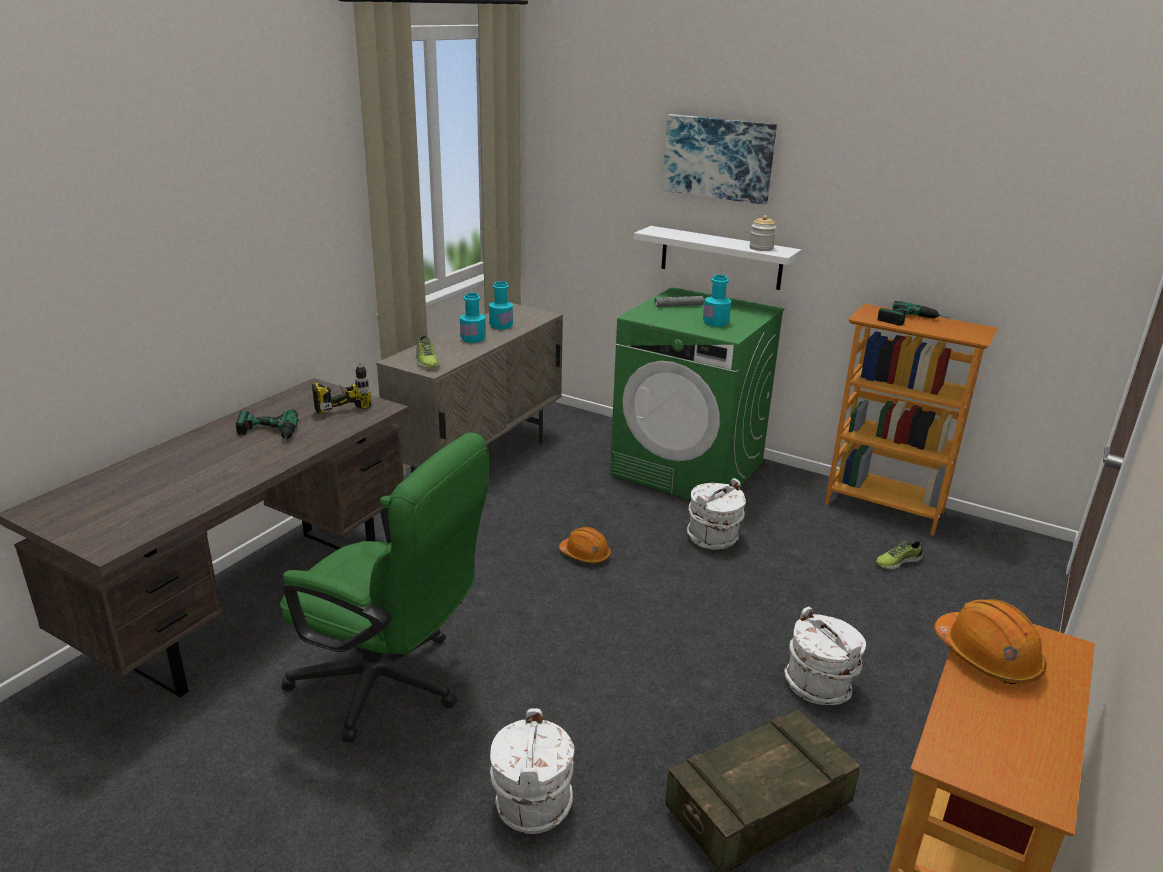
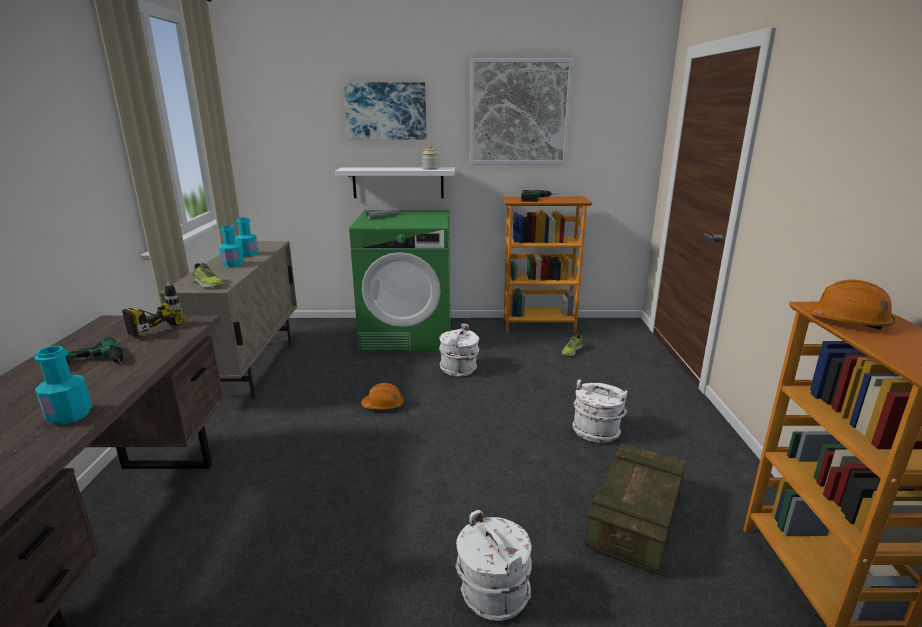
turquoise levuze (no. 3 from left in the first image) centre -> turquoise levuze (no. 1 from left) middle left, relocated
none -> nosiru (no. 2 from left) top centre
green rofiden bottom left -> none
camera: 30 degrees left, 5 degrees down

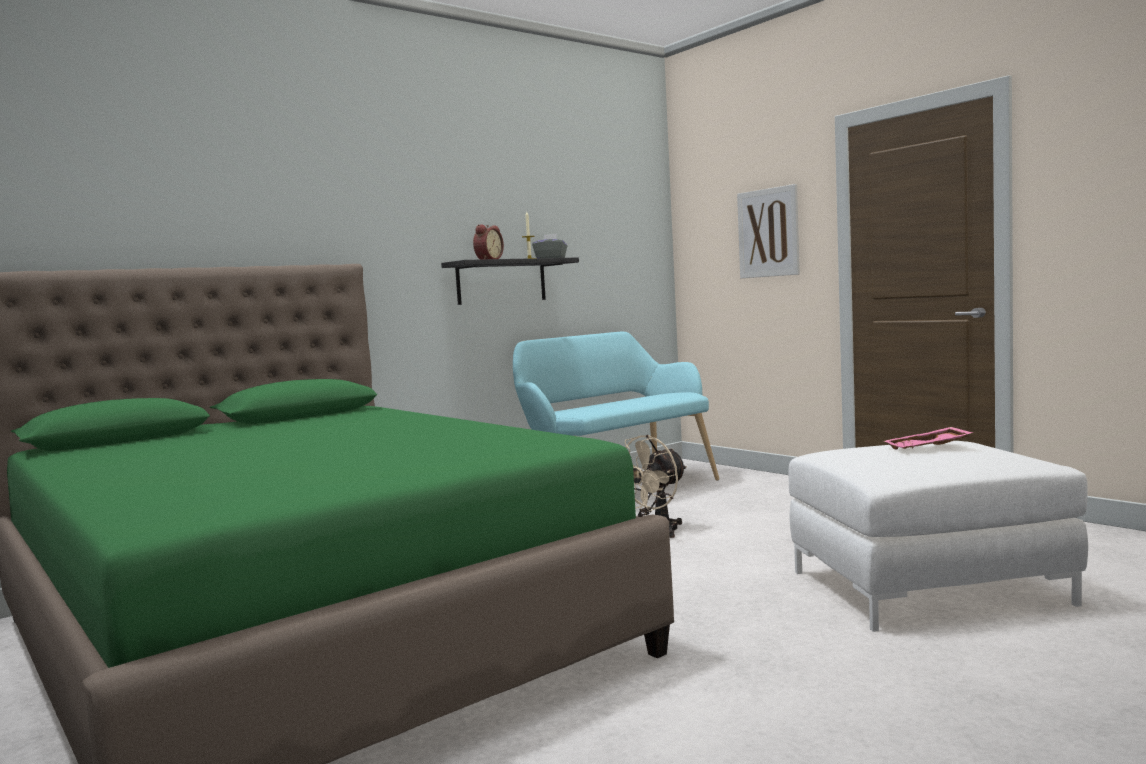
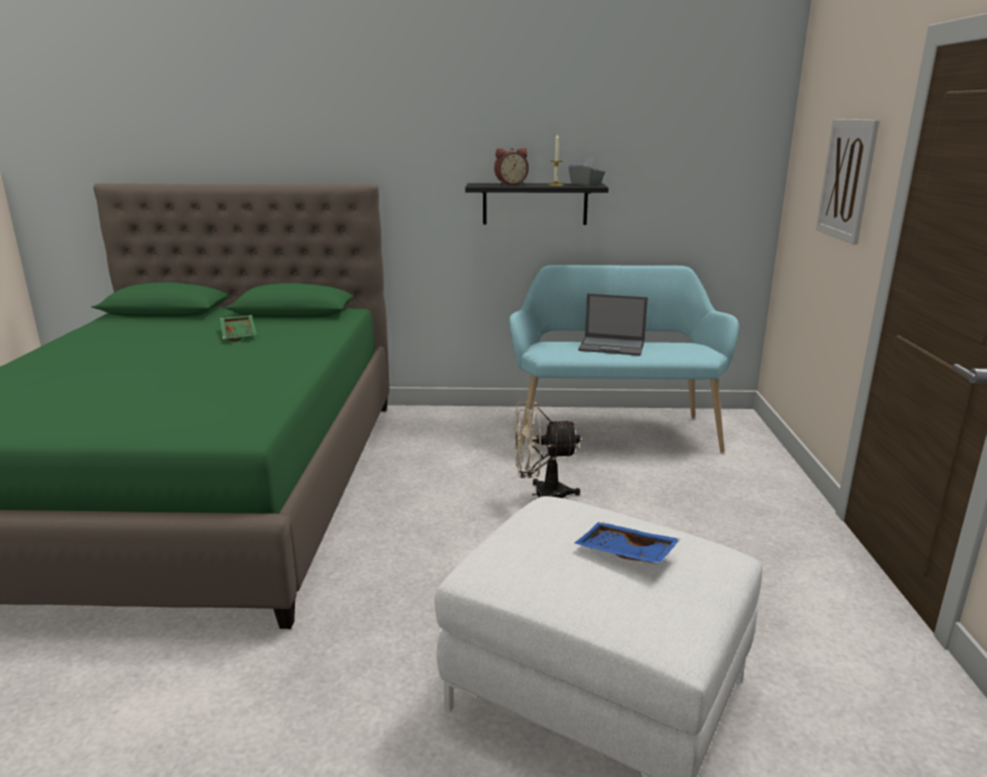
none -> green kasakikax middle left
pink kasakikax middle right -> blue kasakikax bottom centre
none -> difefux centre
camera: 40 degrees right, 15 degrees up

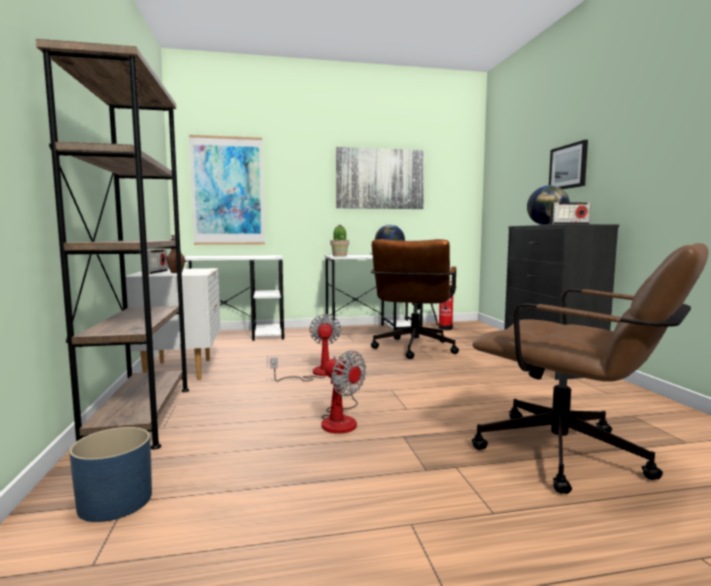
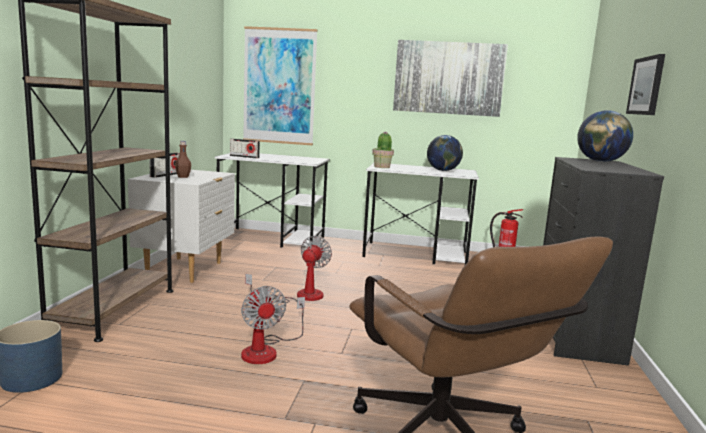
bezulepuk (no. 2 from left) middle right -> bezulepuk (no. 2 from left) centre, relocated
brown rofiden (no. 1 from left) centre -> none
camera: 20 degrees right, 5 degrees up

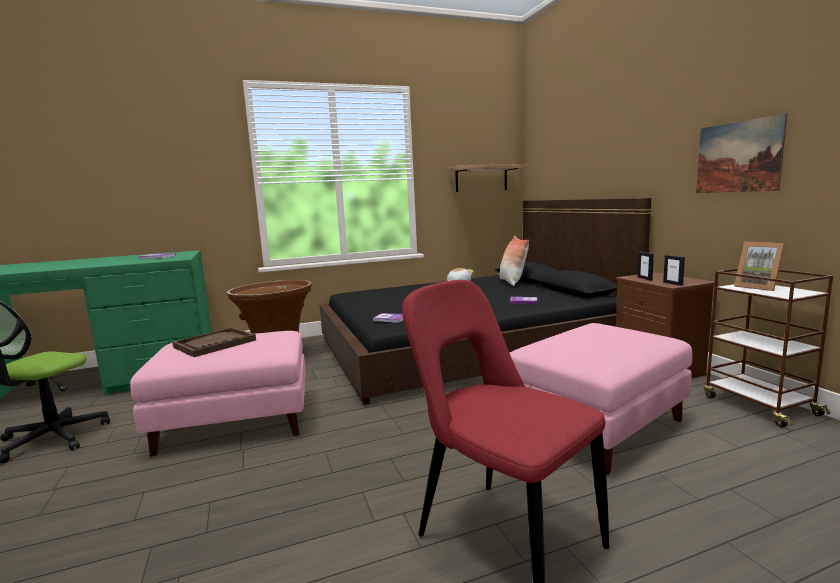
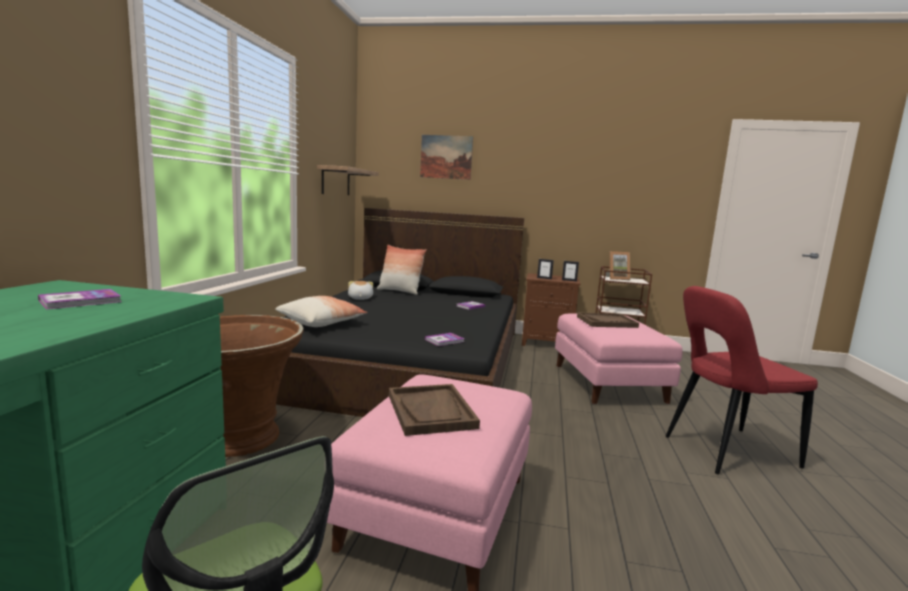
none -> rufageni (no. 1 from left) centre
nosiru top right -> nosiru top centre, relocated
none -> brown kasakikax (no. 2 from left) middle right
camera: 60 degrees left, 0 degrees up

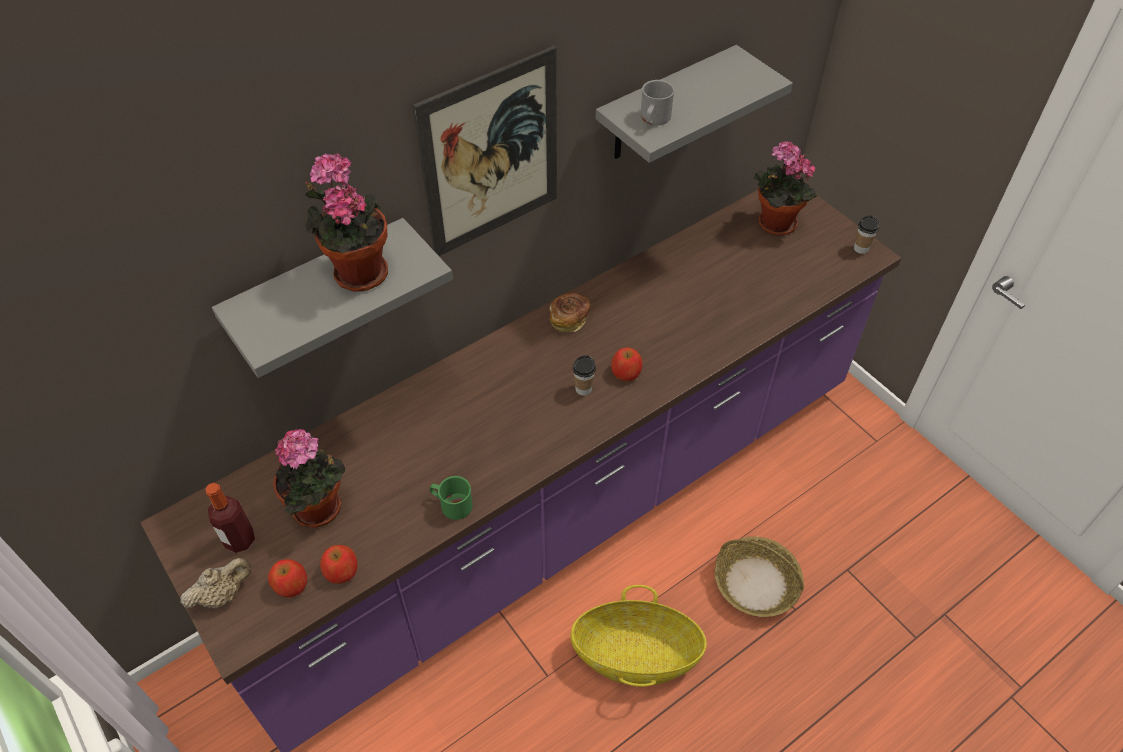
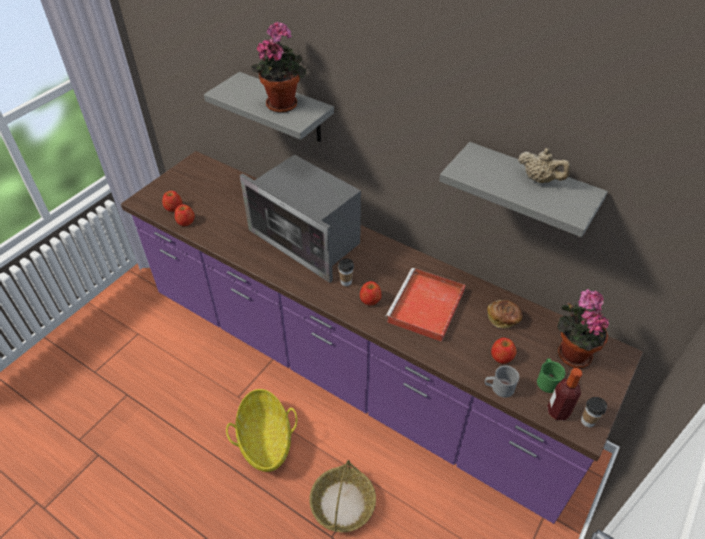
none -> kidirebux centre
none -> red kasakikax centre
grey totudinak top centre -> grey totudinak bottom right, relocated
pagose centre -> pagose middle right, relocated
none -> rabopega (no. 4 from left) middle right
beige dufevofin bottom left -> beige dufevofin top right, relocated
green totudinak centre -> green totudinak bottom right, relocated
levuze bottom left -> levuze bottom right, relocated
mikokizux (no. 1 from left) middle left -> none
nosiru top centre -> none
camera: 70 degrees right, 5 degrees down

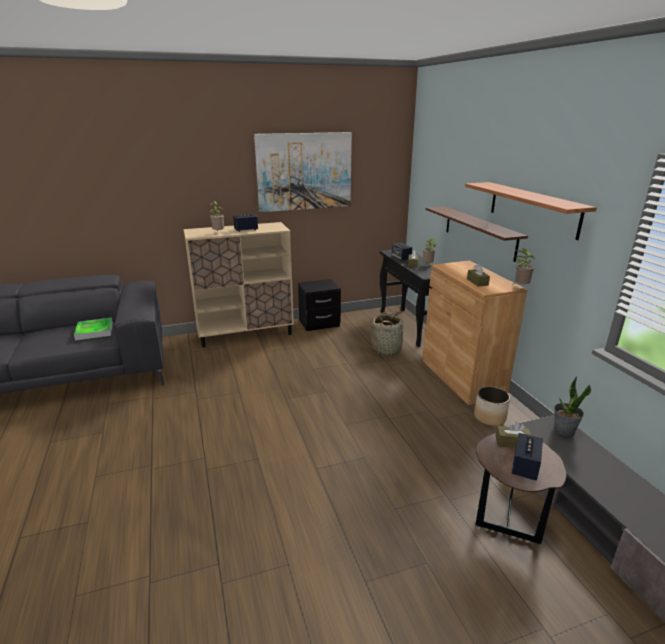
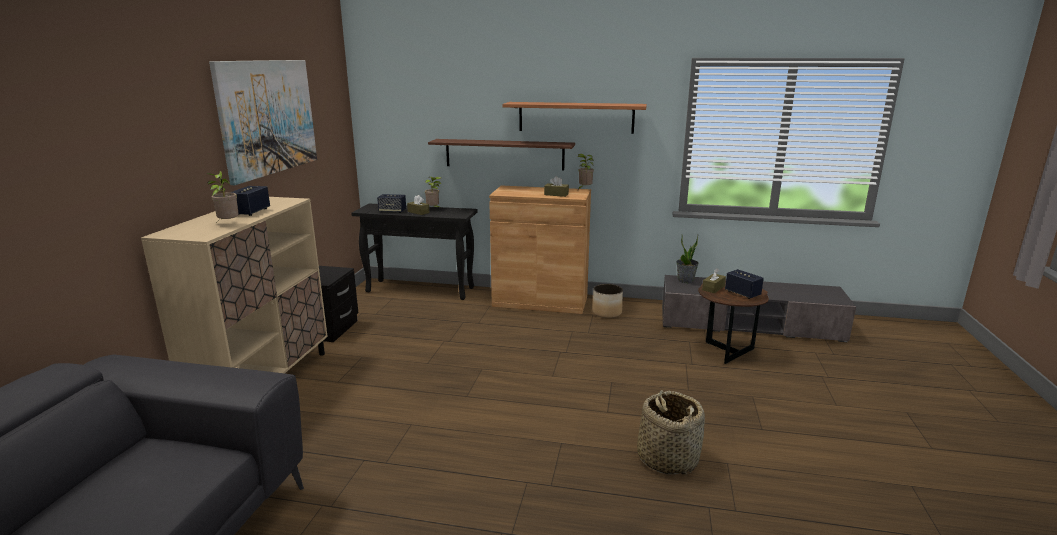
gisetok centre -> gisetok bottom centre, relocated
kasakikax middle left -> none
camera: 60 degrees left, 5 degrees down

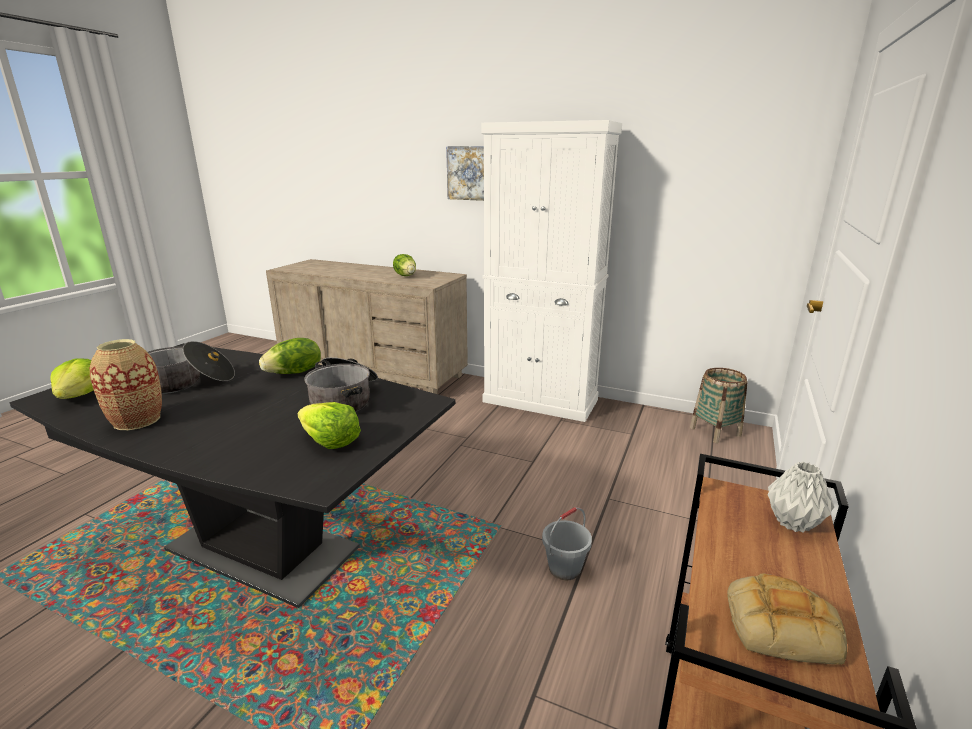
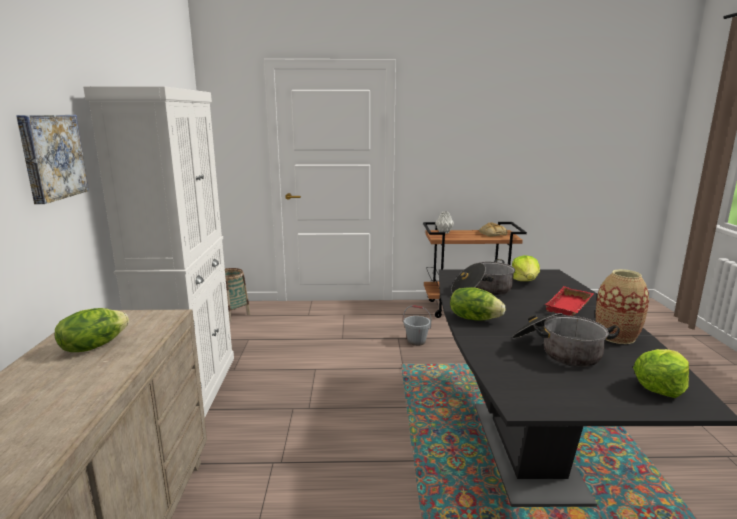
none -> red kasakikax middle right
camera: 115 degrees left, 5 degrees down

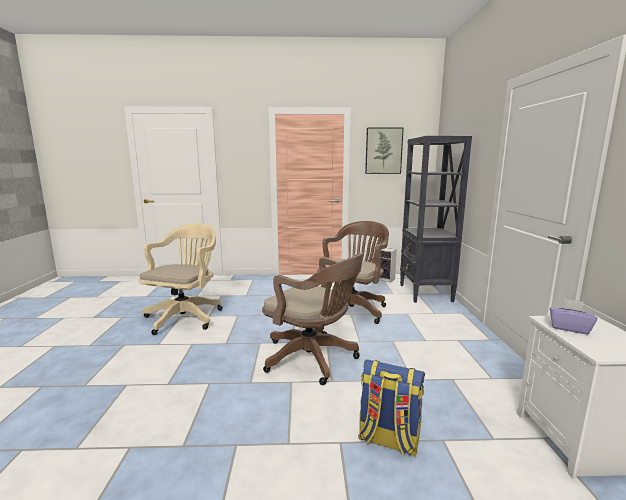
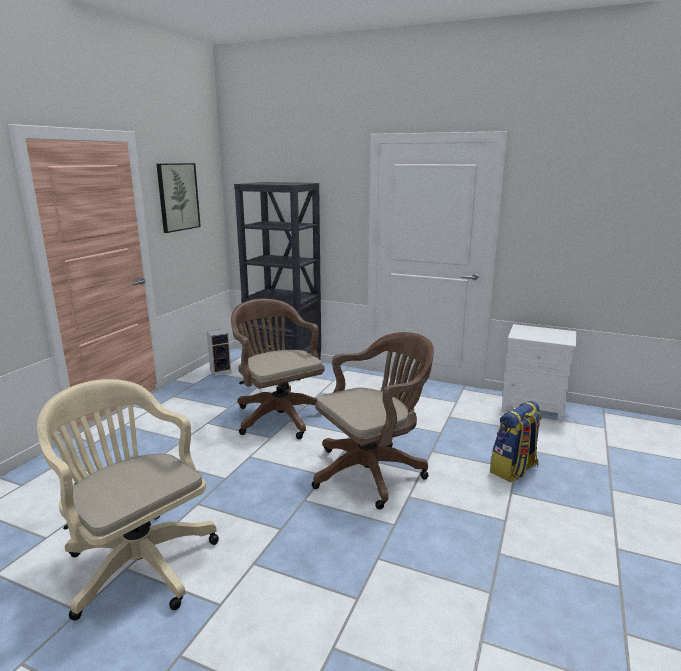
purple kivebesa middle right -> none
camera: 65 degrees left, 5 degrees up

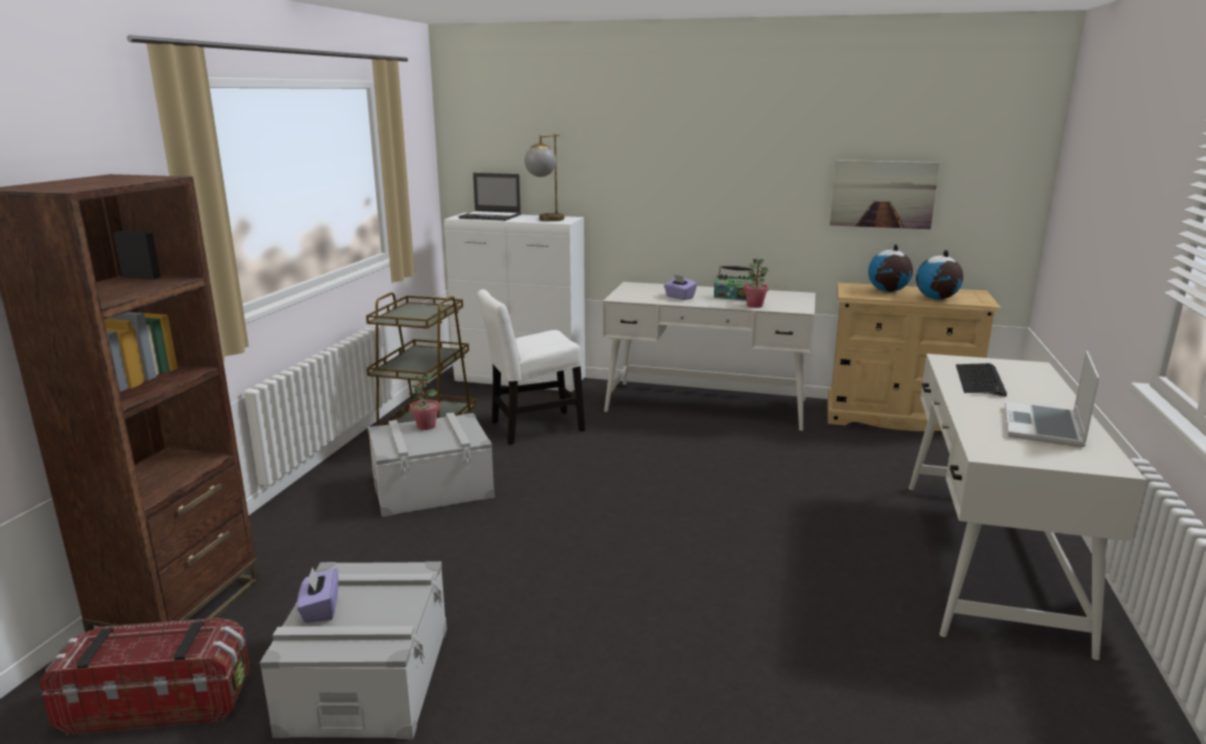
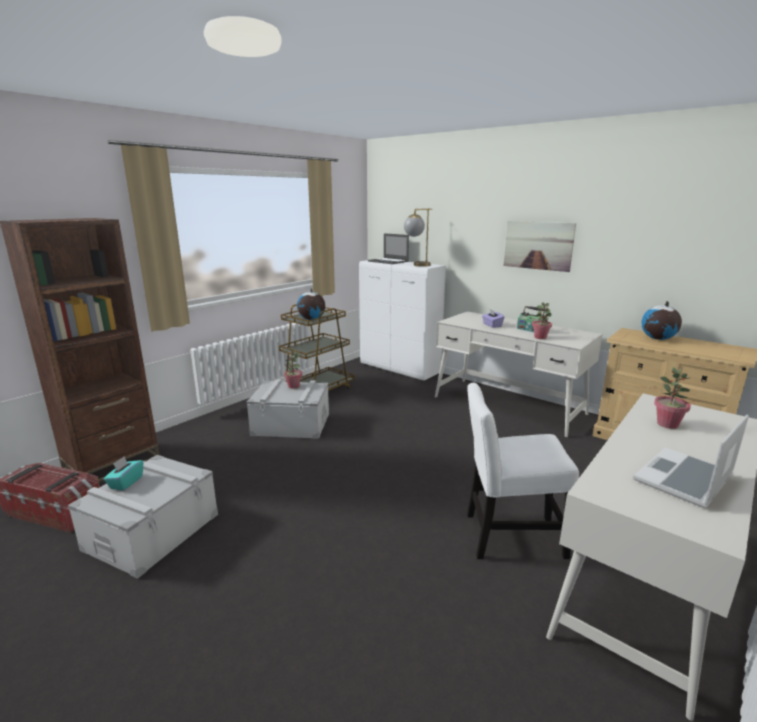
purple kivebesa (no. 1 from left) bottom left -> turquoise kivebesa middle left
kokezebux (no. 2 from left in the first image) middle right -> kokezebux (no. 1 from left) centre, relocated
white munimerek centre -> white munimerek middle right, relocated
nosiru top right -> nosiru middle right, relocated
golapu middle right -> mikokizux (no. 3 from left) middle right
camera: 25 degrees right, 0 degrees up

